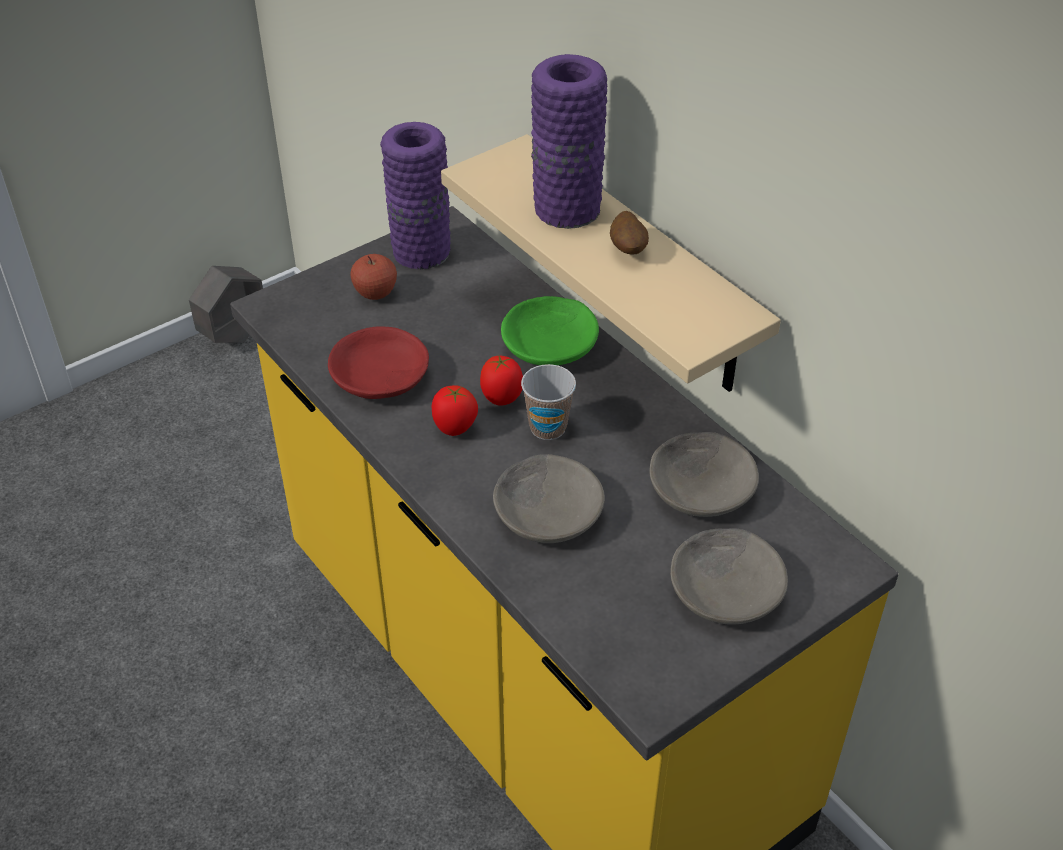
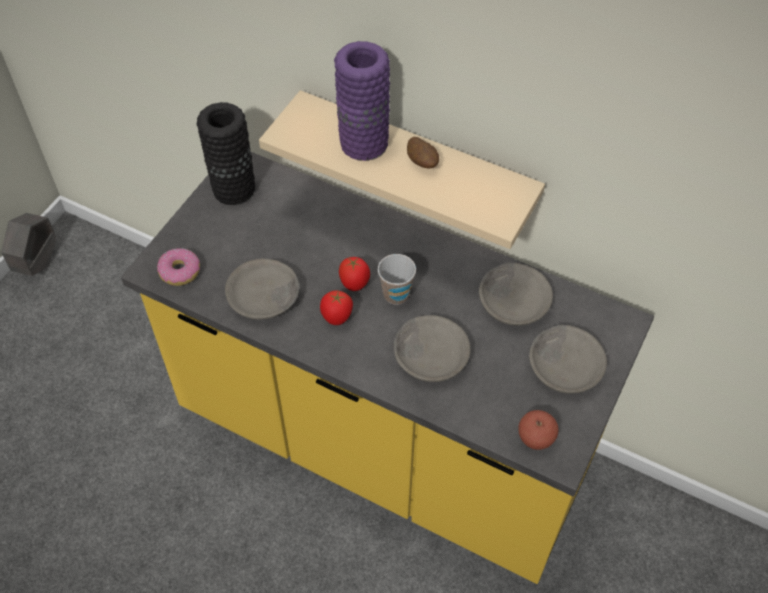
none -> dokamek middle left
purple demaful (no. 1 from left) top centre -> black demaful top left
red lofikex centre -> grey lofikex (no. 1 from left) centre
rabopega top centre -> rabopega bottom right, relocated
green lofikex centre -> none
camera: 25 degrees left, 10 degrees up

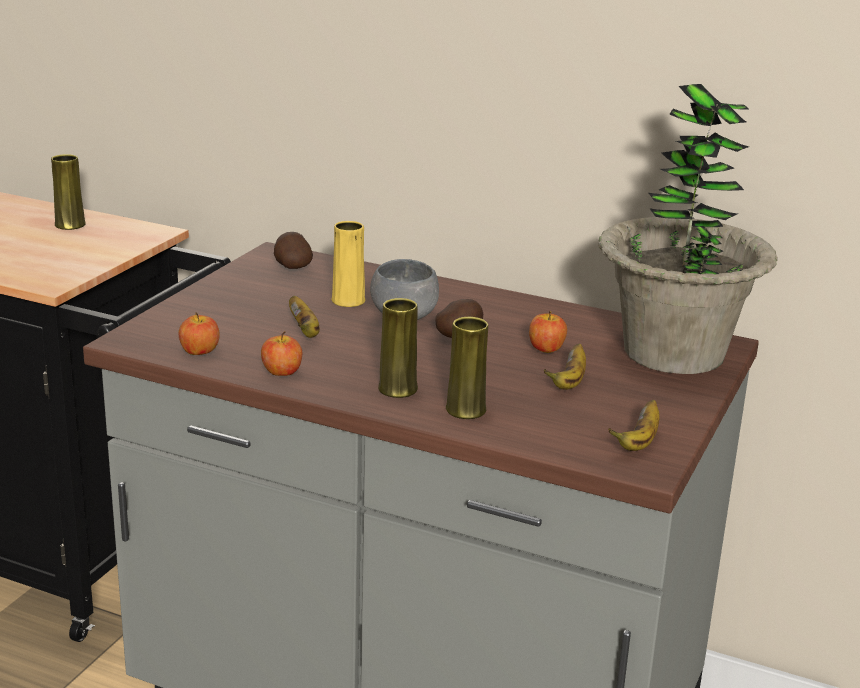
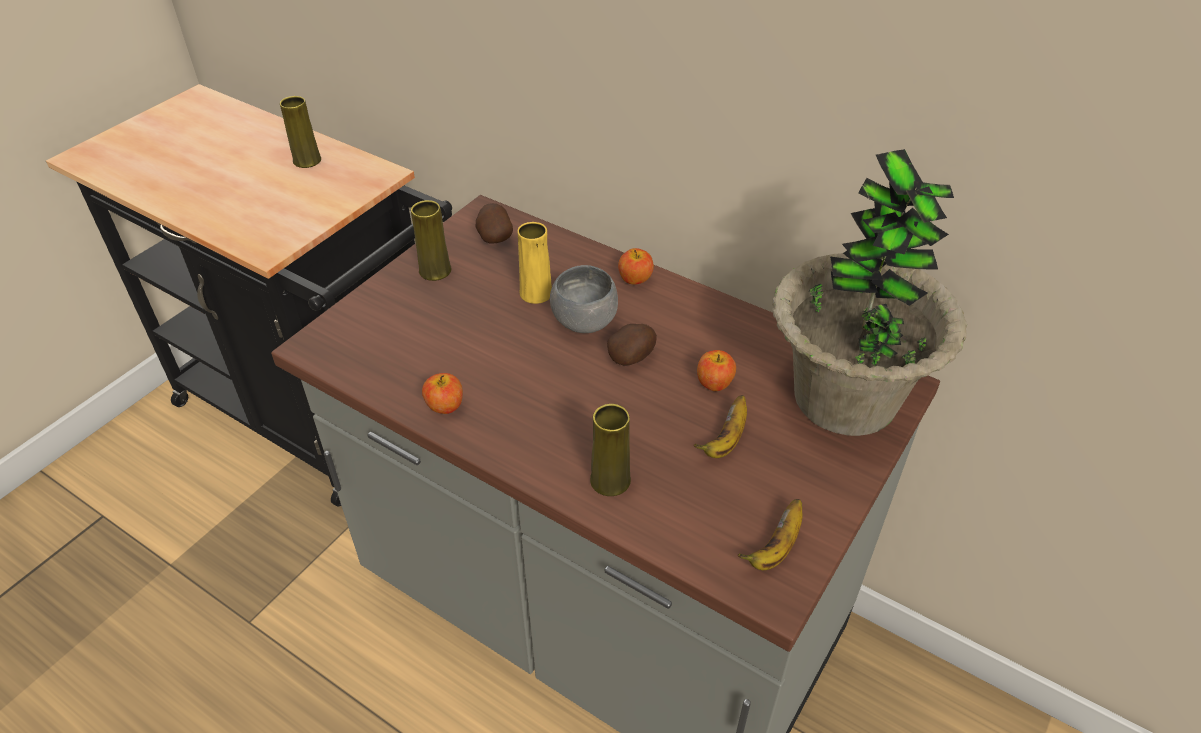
yellow demaful (no. 3 from left in the first image) centre -> yellow demaful (no. 2 from left) top centre, relocated
rabopega (no. 1 from left in the first image) middle left -> rabopega (no. 2 from left) centre, relocated
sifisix (no. 1 from left) centre -> none
camera: 10 degrees right, 20 degrees up

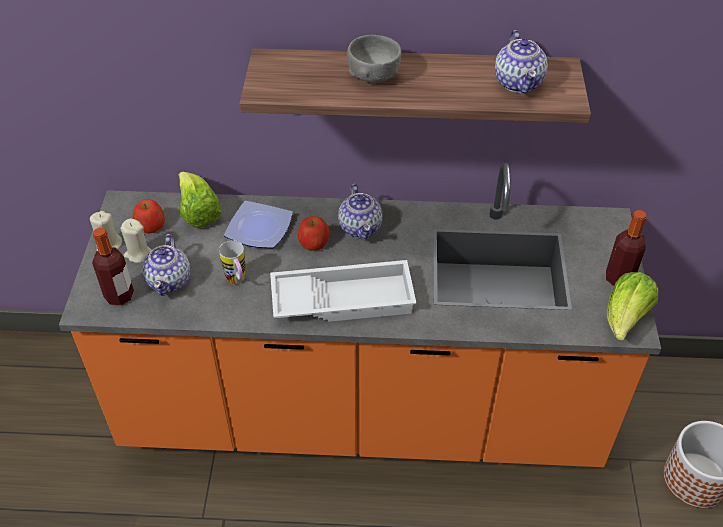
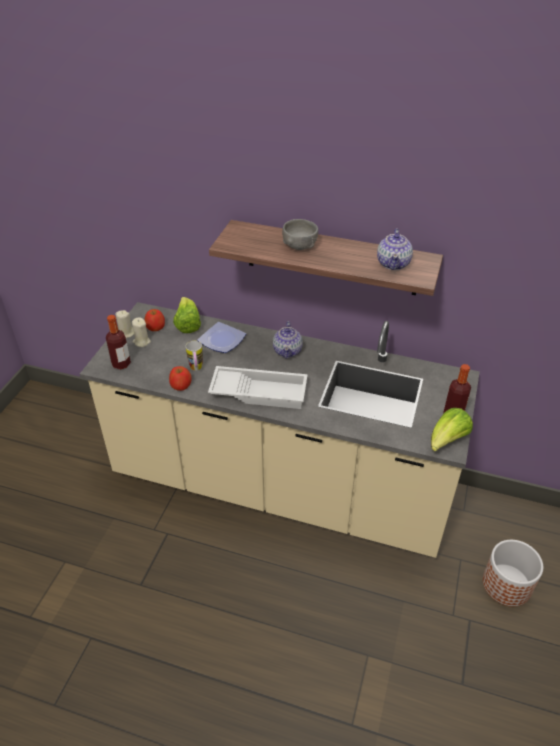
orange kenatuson centre -> beige kenatuson centre
rabopega (no. 2 from left) centre -> rabopega (no. 2 from left) middle left, relocated
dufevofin (no. 1 from left) middle left -> none
camera: 15 degrees right, 5 degrees down

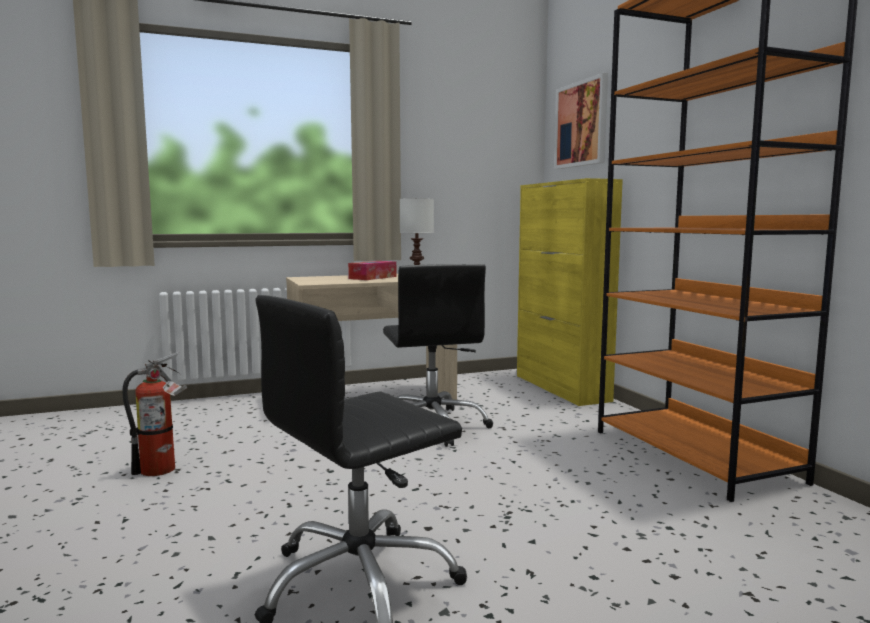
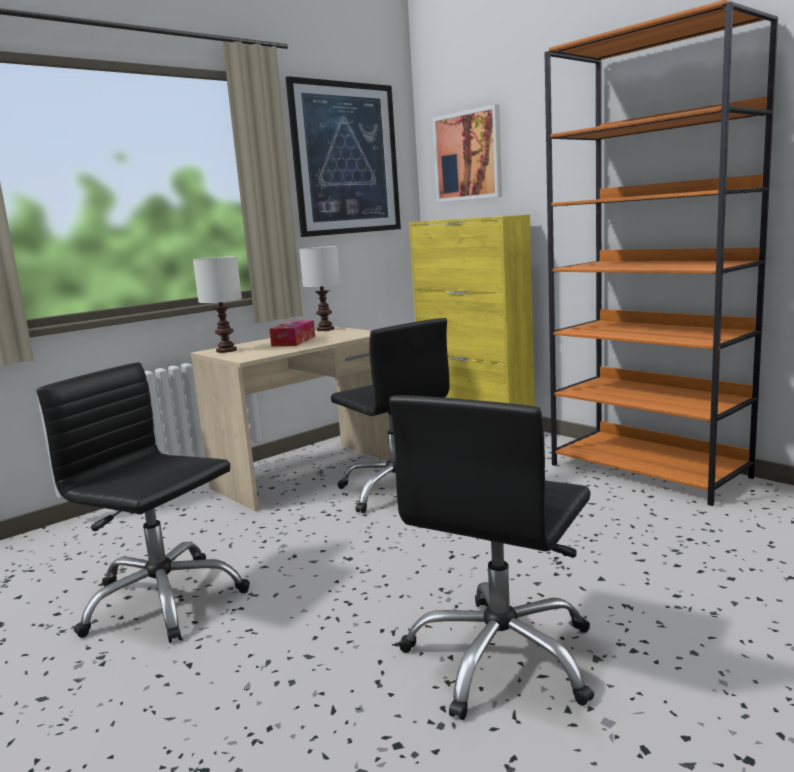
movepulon middle left -> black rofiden (no. 1 from left) middle left
none -> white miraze (no. 1 from left) middle left
none -> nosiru (no. 1 from left) top centre
camera: 20 degrees left, 5 degrees up

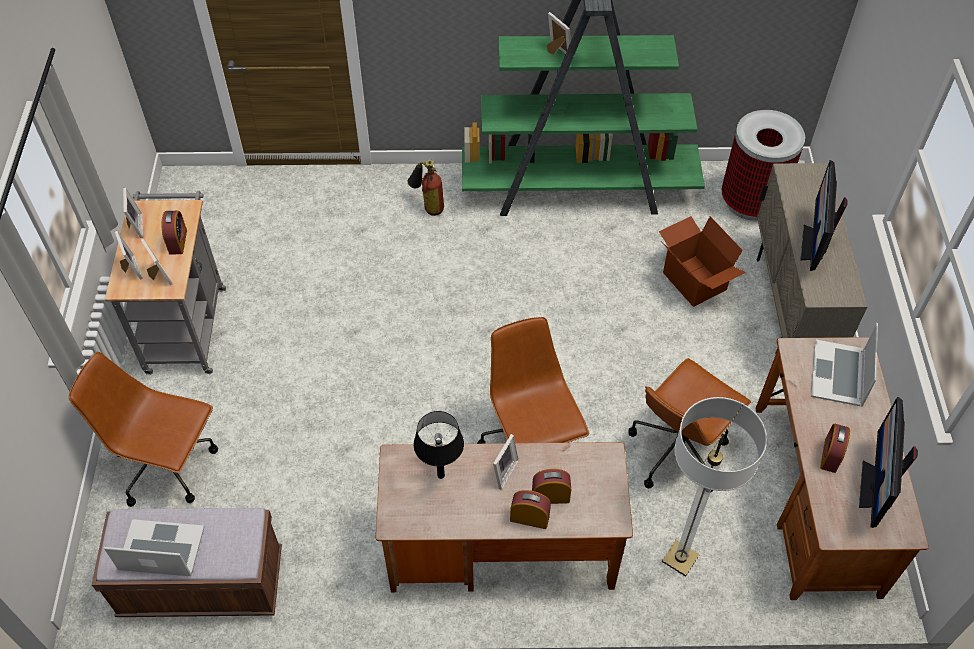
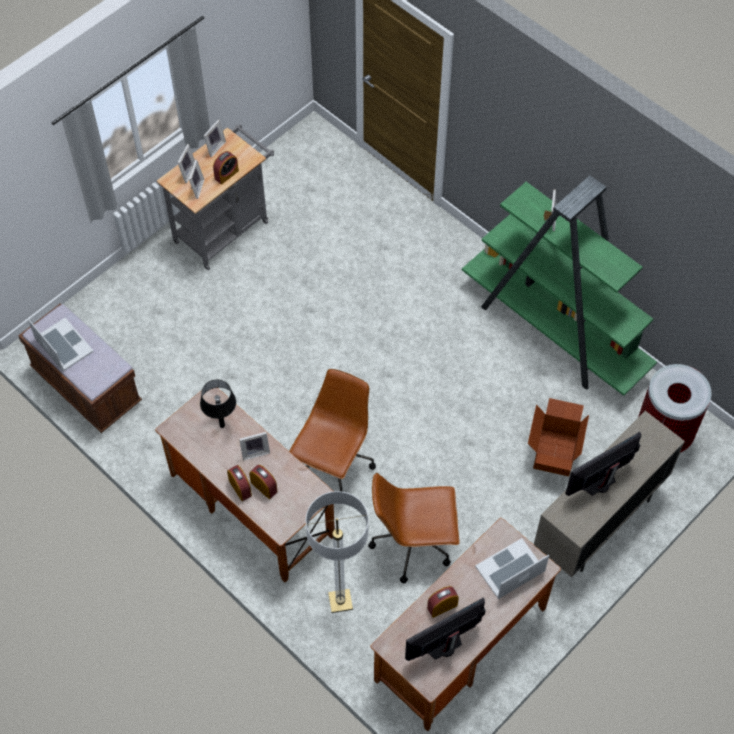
brown rofiden (no. 1 from left) middle left -> none
movepulon top centre -> none
camera: 45 degrees right, 5 degrees up

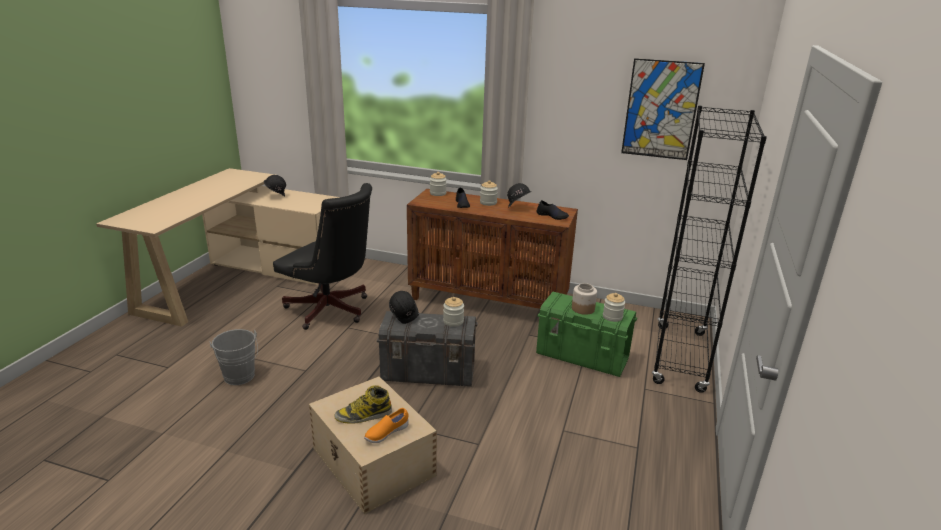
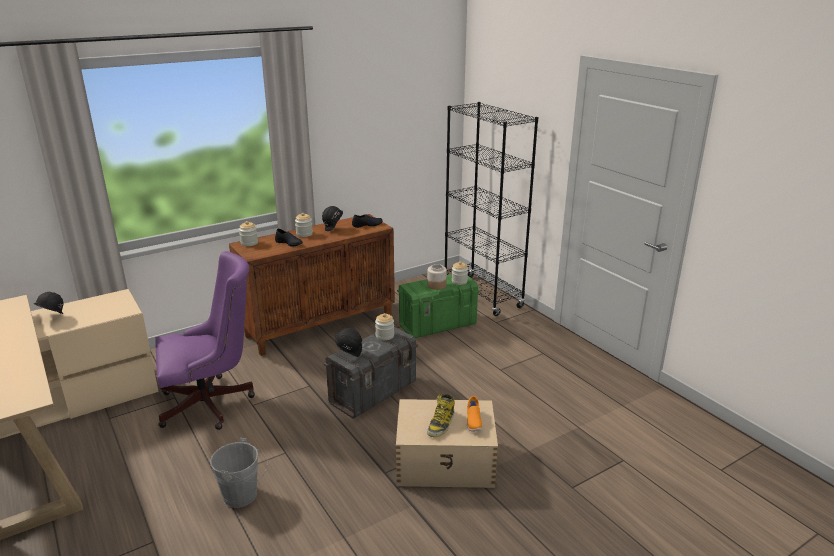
black rofiden centre -> purple rofiden middle left
nosiru top right -> none
camera: 50 degrees left, 0 degrees up

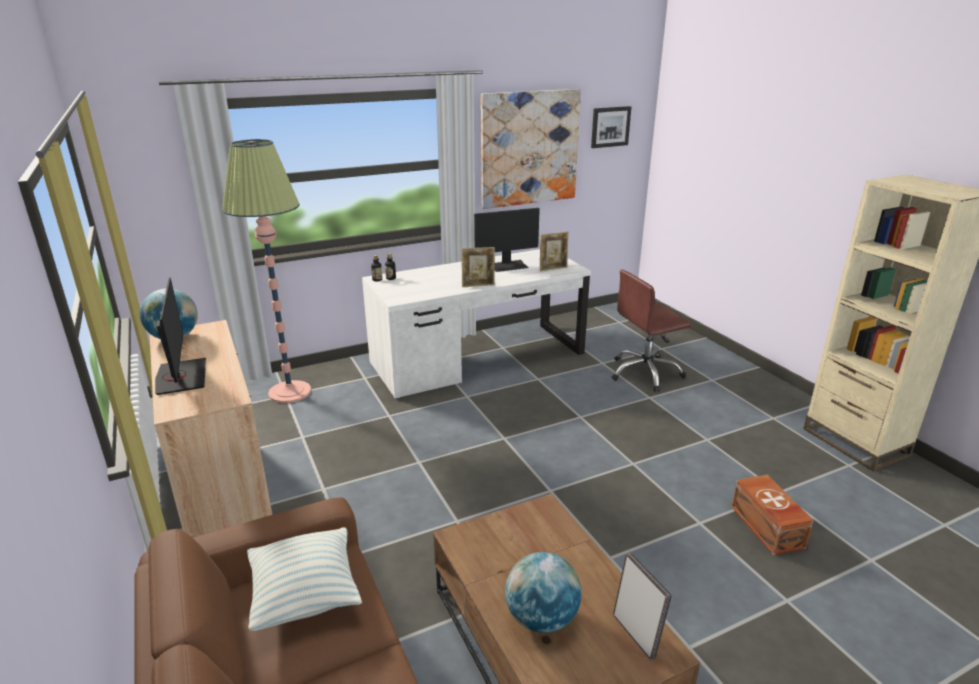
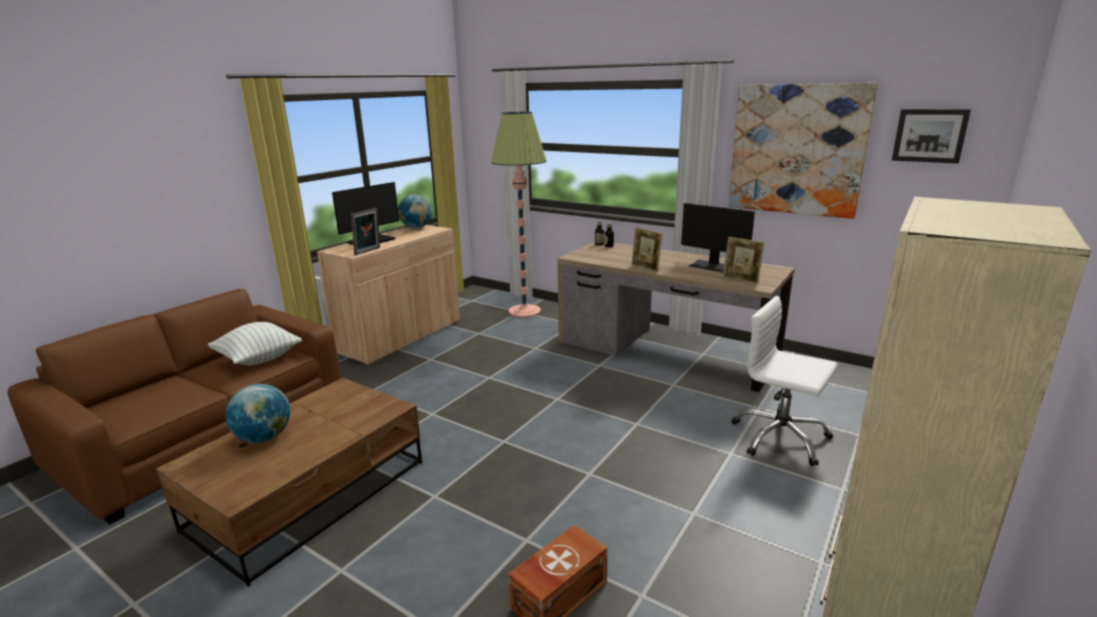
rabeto (no. 3 from left in the first image) bottom centre -> rabeto (no. 1 from left) middle left, relocated
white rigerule centre -> brown rigerule centre
brown rofiden centre -> white rofiden middle right
camera: 60 degrees right, 5 degrees down

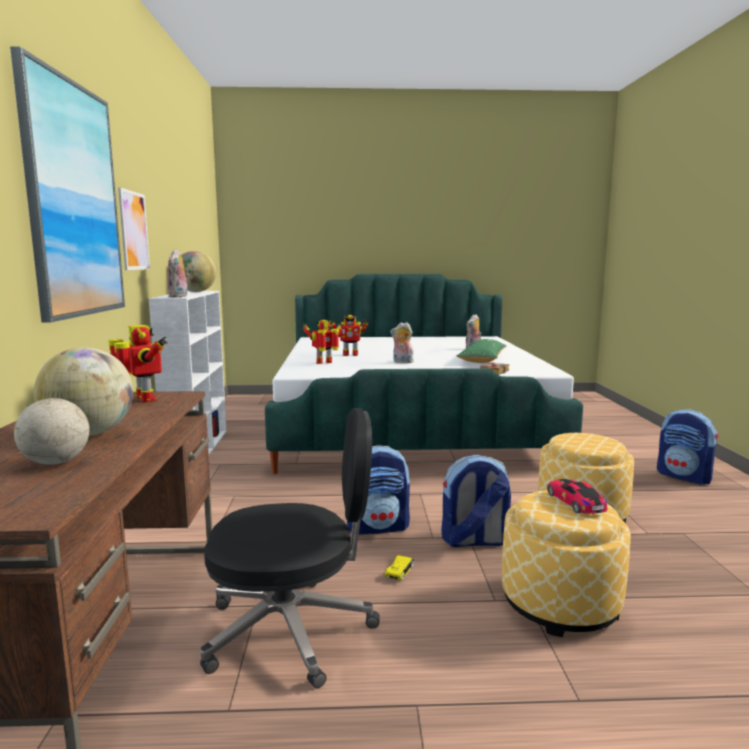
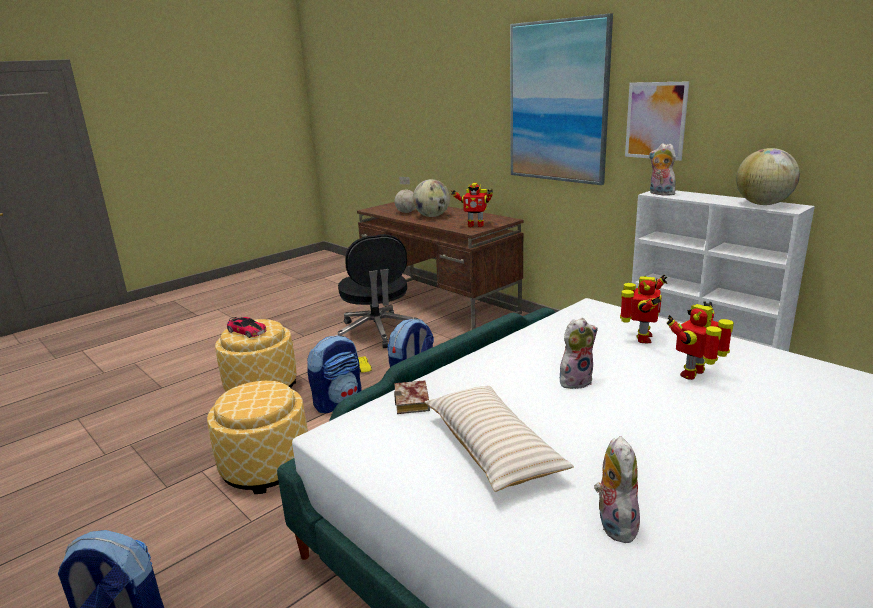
black rofiden bottom centre -> black rofiden centre, 60 degrees counterclockwise
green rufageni centre -> beige rufageni bottom centre
camera: 140 degrees right, 10 degrees up

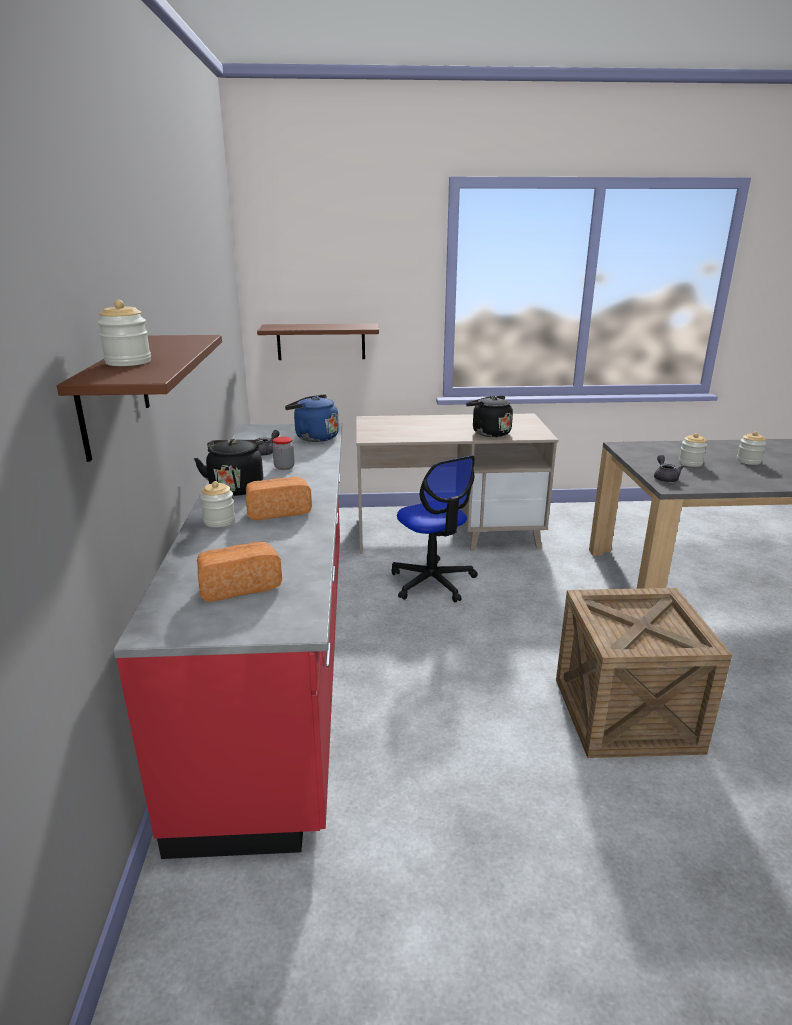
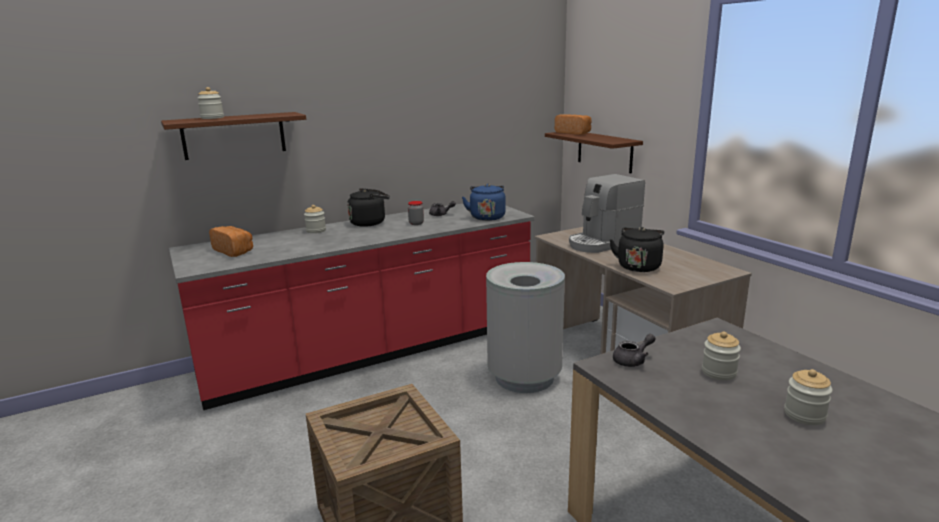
rofiden centre -> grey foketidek centre
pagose (no. 2 from left) centre -> pagose (no. 2 from left) top centre, relocated
none -> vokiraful centre
camera: 65 degrees right, 5 degrees down

